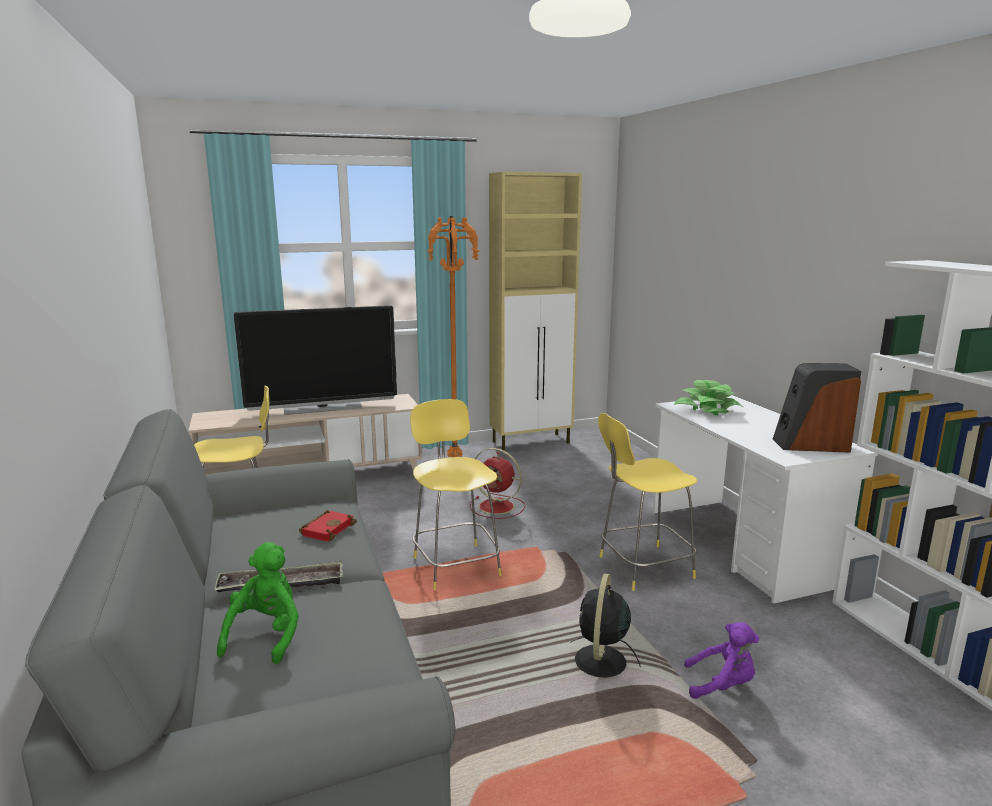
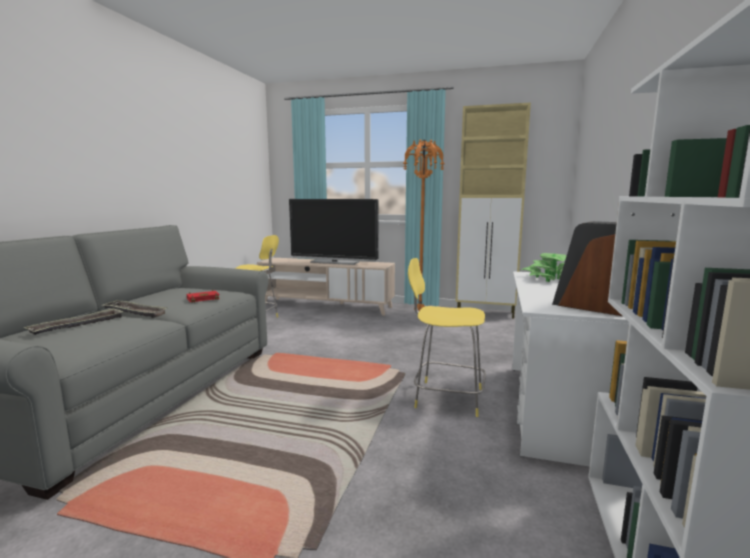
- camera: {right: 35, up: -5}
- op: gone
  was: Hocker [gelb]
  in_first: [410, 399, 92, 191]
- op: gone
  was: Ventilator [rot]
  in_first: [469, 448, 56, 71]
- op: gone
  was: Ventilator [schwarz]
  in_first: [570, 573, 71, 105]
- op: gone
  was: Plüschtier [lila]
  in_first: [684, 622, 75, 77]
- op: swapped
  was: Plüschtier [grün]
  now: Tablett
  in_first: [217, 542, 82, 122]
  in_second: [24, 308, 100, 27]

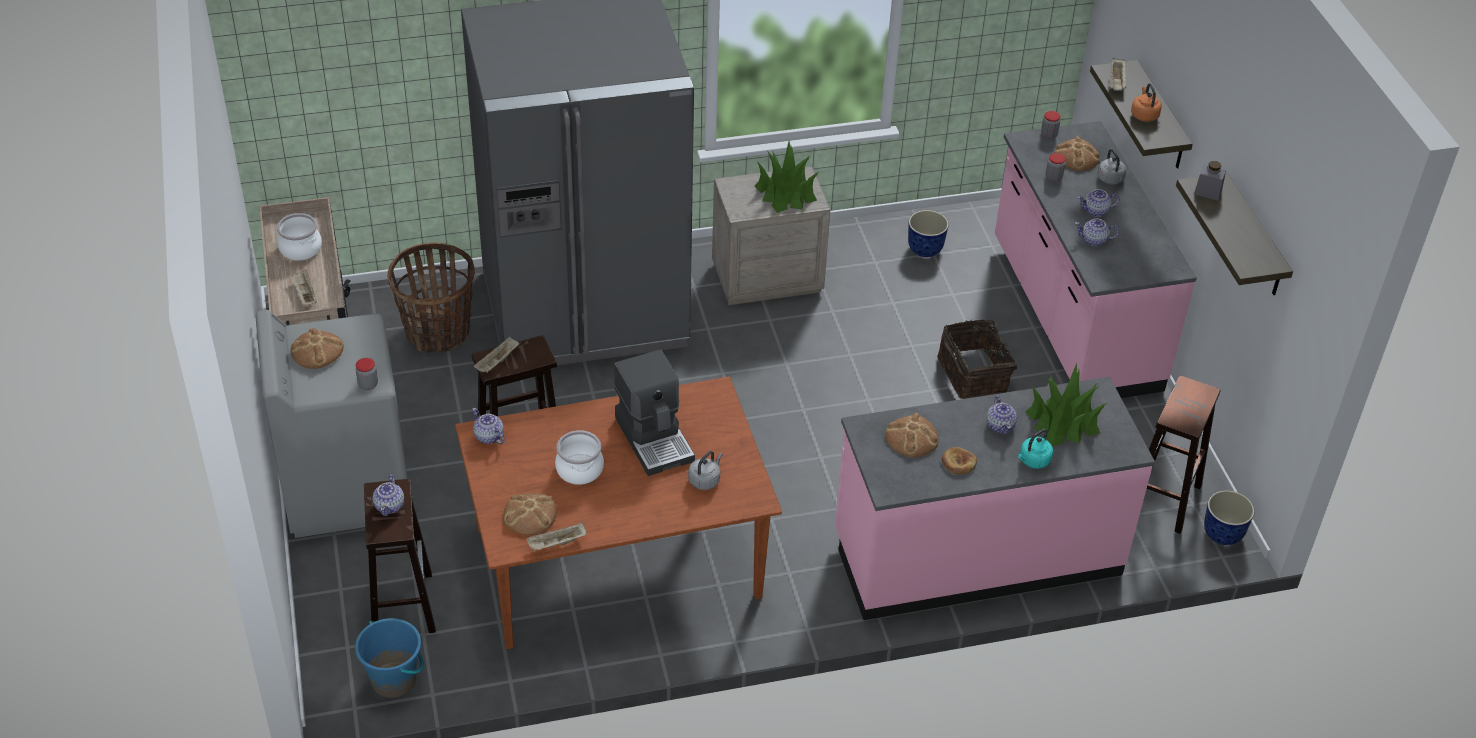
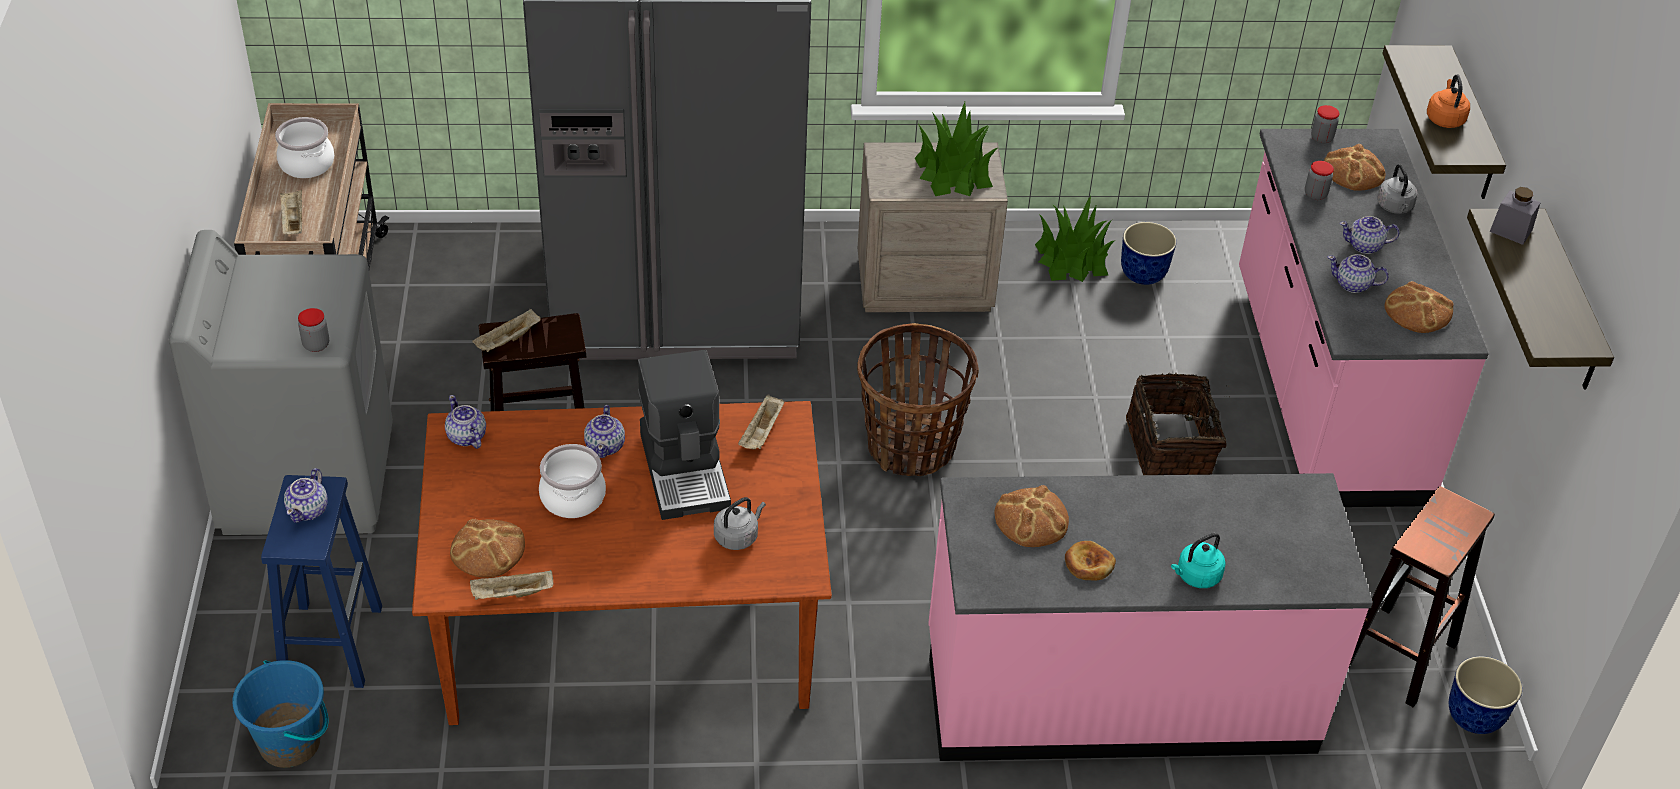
- camera: {right: 10, up: 0}
- op: shifted
  was: Brot
  in_first: [291, 328, 53, 41]
  in_second: [1384, 281, 69, 52]
- op: shifted
  was: Korb
  in_first: [387, 242, 88, 111]
  in_second: [857, 323, 122, 153]
- op: shifted
  was: Teekanne
  in_first: [987, 395, 30, 40]
  in_second: [584, 405, 41, 53]
- op: shifted
  was: Topfpflanze
  in_first: [1025, 363, 82, 84]
  in_second: [1035, 196, 81, 86]
- op: shifted
  was: Tablett [beige]
  in_first: [1110, 58, 16, 32]
  in_second: [738, 394, 46, 55]
- op: repainted
  was: Hocker [braun]
  now: Hocker [blau]
  in_first: [364, 479, 72, 154]
  in_second: [261, 475, 121, 213]

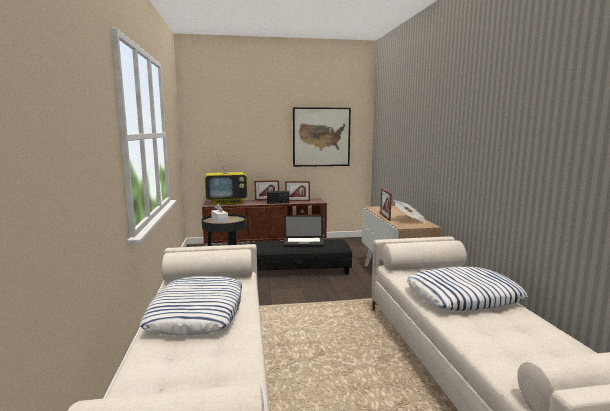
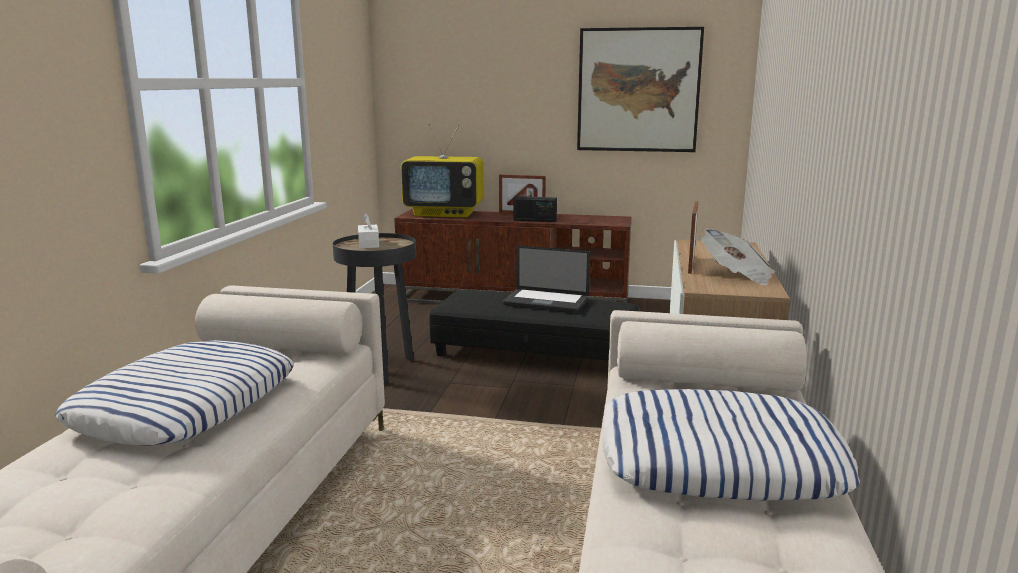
- camera: {right: 20, up: 5}
- op: gone
  was: Bilderrahmen
  in_first: [285, 181, 25, 20]

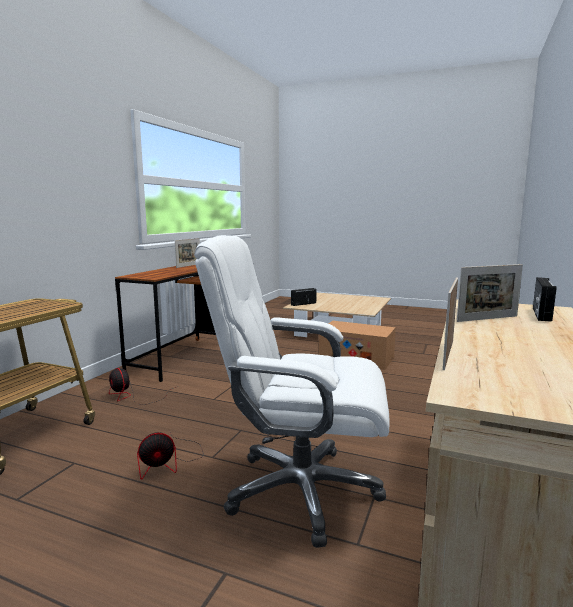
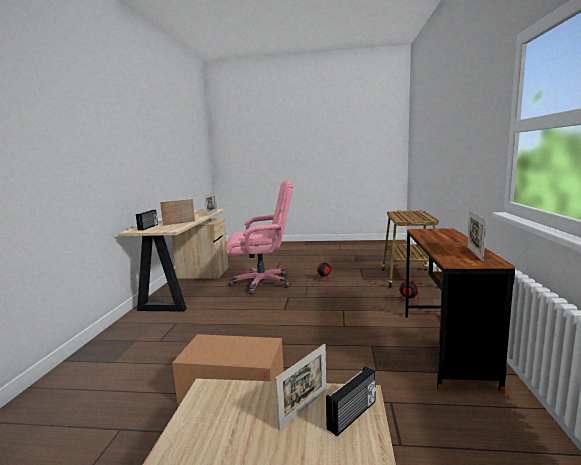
- camera: {right: 165, up: 0}
- op: new
  now: Bilderrahmen
  in_second: [275, 344, 52, 86]
- op: repainted
  was: Bürostuhl [weiß]
  now: Bürostuhl [rosa]
  in_first: [194, 235, 195, 313]
  in_second: [226, 180, 67, 115]

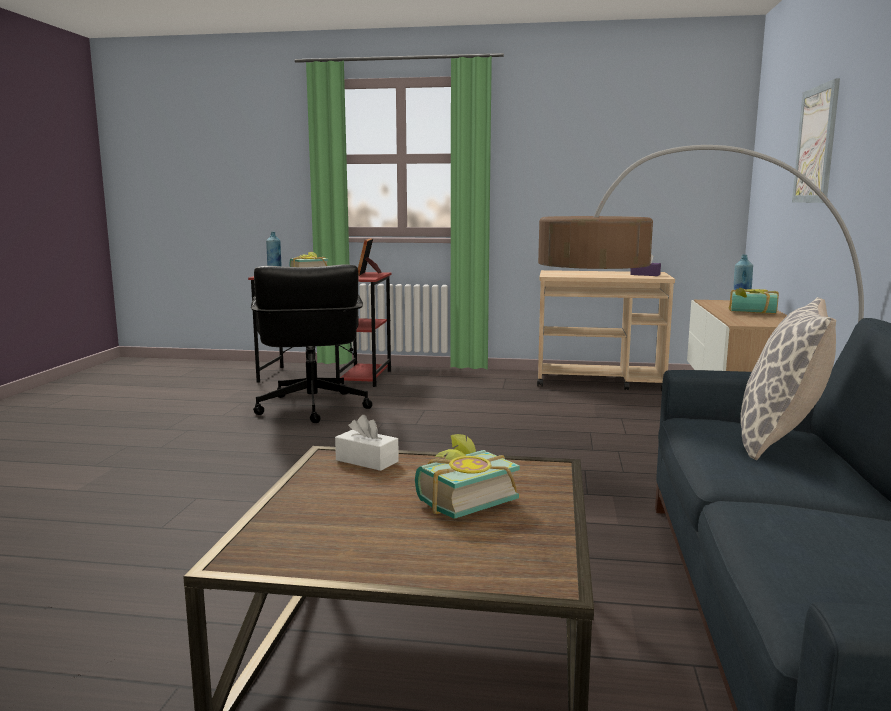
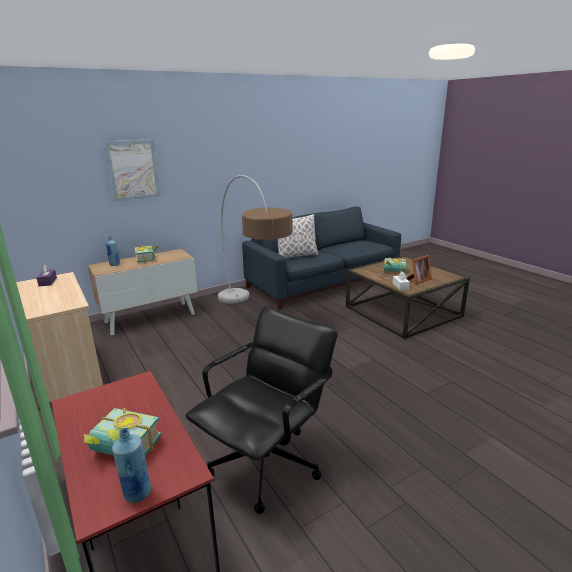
- camera: {right: -130, up: 10}
- op: shifted
  was: Bilderrahmen
  in_first: [358, 238, 24, 38]
  in_second: [407, 255, 25, 30]

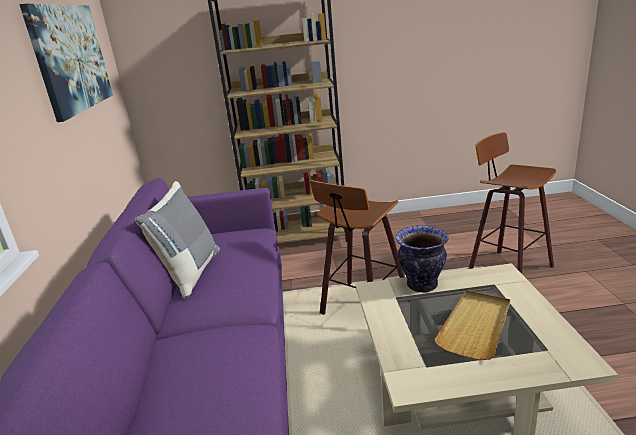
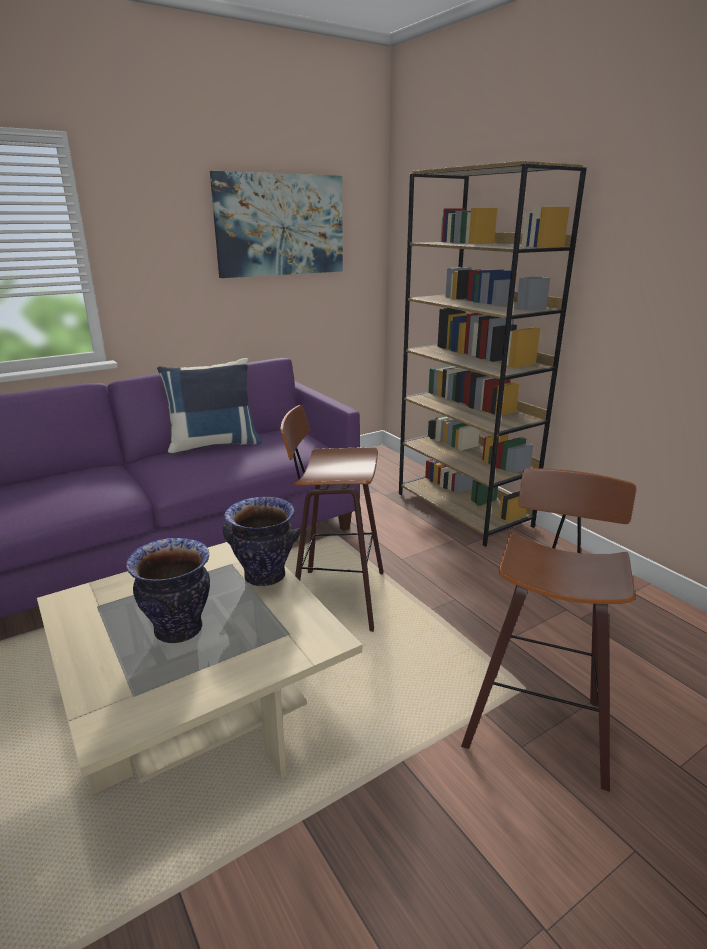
- camera: {right: 60, up: 0}
- op: swapped
  was: Tablett [beige]
  now: Vase
  in_first: [434, 290, 76, 70]
  in_second: [126, 538, 84, 105]
- op: repainted
  was: Kissen [grau]
  now: Kissen [blau]
  in_first: [135, 181, 85, 118]
  in_second: [157, 358, 105, 97]

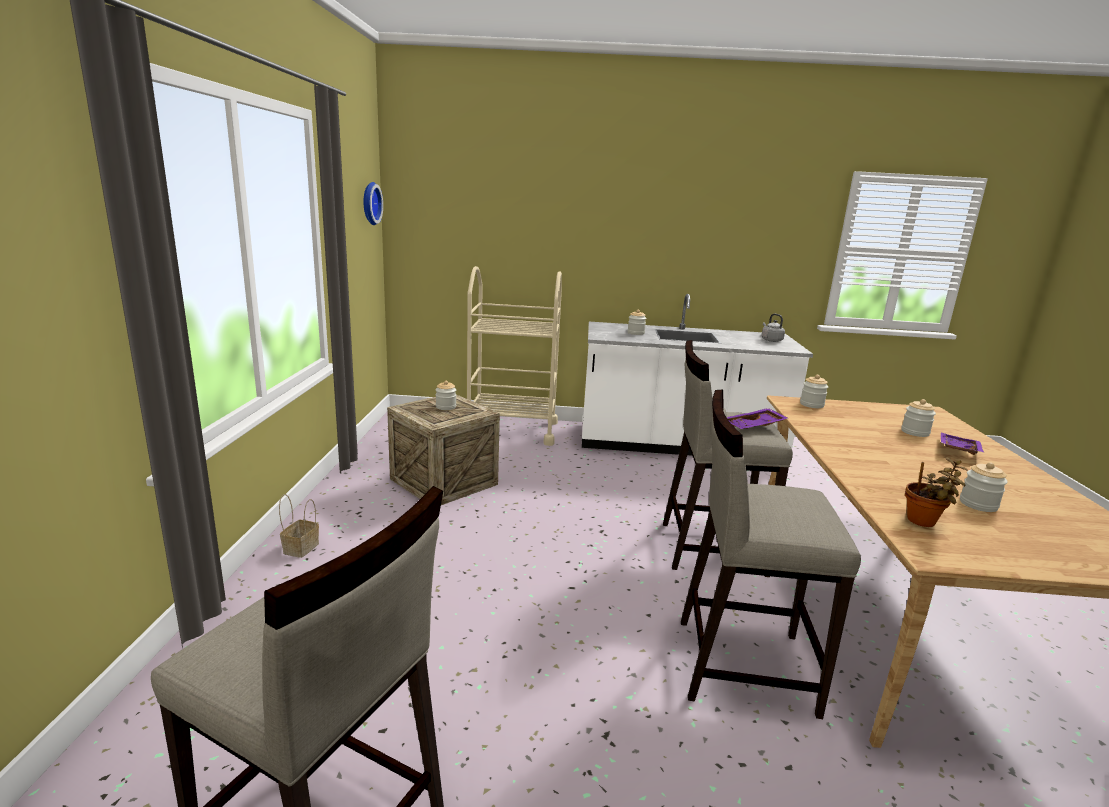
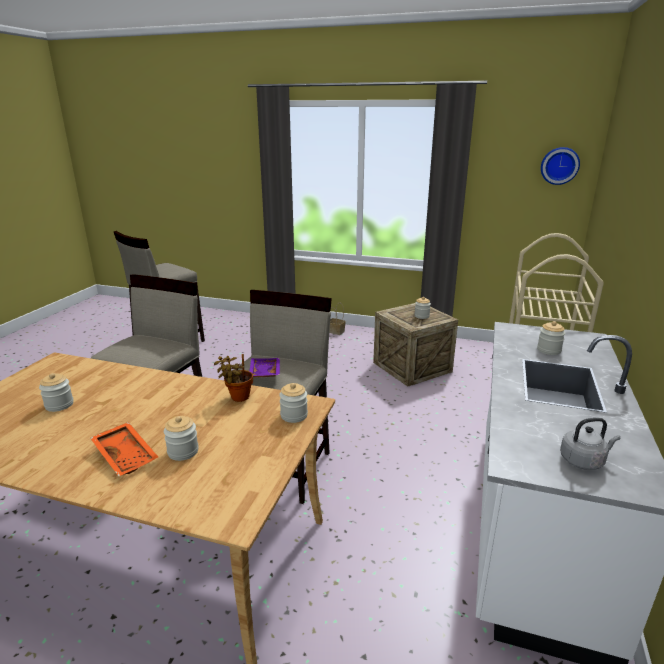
- camera: {right: 105, up: 5}
- op: shifted
  was: Topfpflanze
  in_first: [905, 457, 63, 70]
  in_second: [214, 354, 39, 48]
- op: repainted
  was: Tablett [lila]
  now: Tablett [orange]
  in_first: [941, 433, 43, 22]
  in_second: [90, 422, 68, 55]

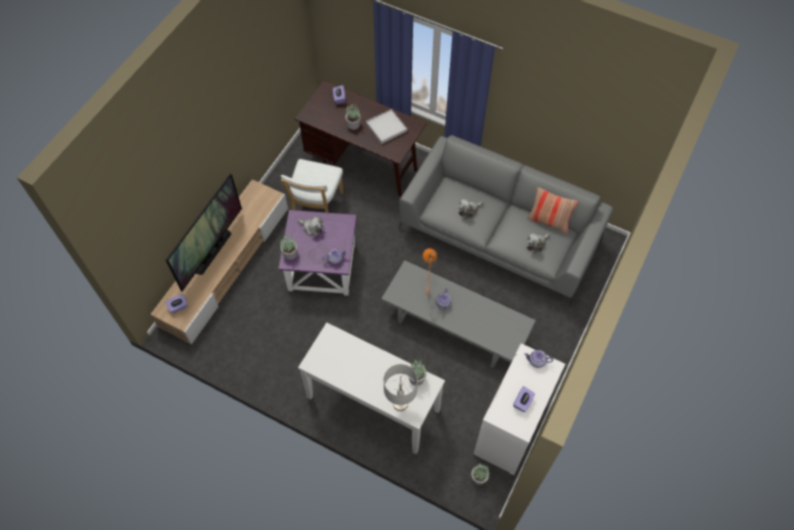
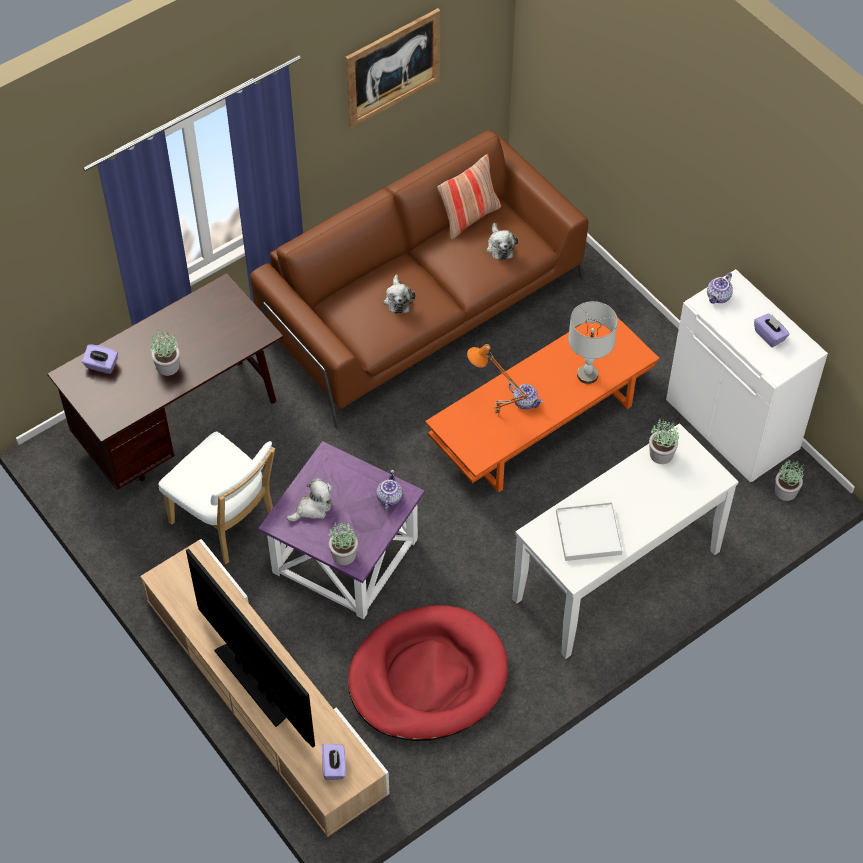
- camera: {right: -65, up: -5}
- op: new
  now: Bild
  in_second: [346, 8, 94, 121]
- op: new
  now: Hundebett [rot]
  in_second: [348, 605, 160, 136]
- op: shifted
  was: Tablett [weiß]
  in_first: [366, 109, 41, 35]
  in_second: [556, 502, 67, 59]
- op: shifted
  was: Tischlampe [grau]
  in_first: [384, 364, 34, 47]
  in_second: [568, 301, 50, 83]
- op: repainted
  was: Couchtisch [grau]
  now: Couchtisch [orange]
  in_first: [381, 260, 155, 108]
  in_second: [425, 317, 234, 176]
- op: repainted
  was: Sofa [grau]
  now: Sofa [braun]
  in_first: [398, 135, 215, 173]
  in_second: [250, 130, 338, 299]

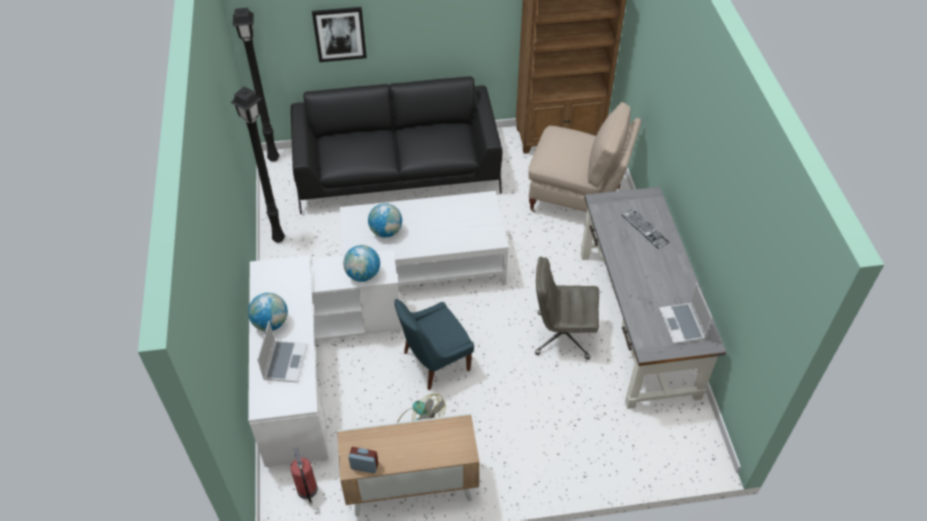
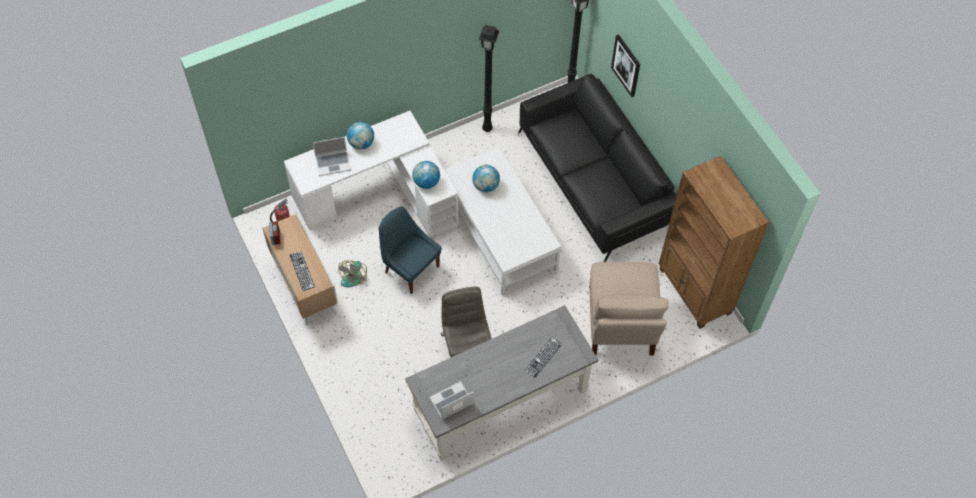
- camera: {right: 70, up: 10}
- op: new
  now: Tastatur
  in_second: [290, 251, 25, 40]

